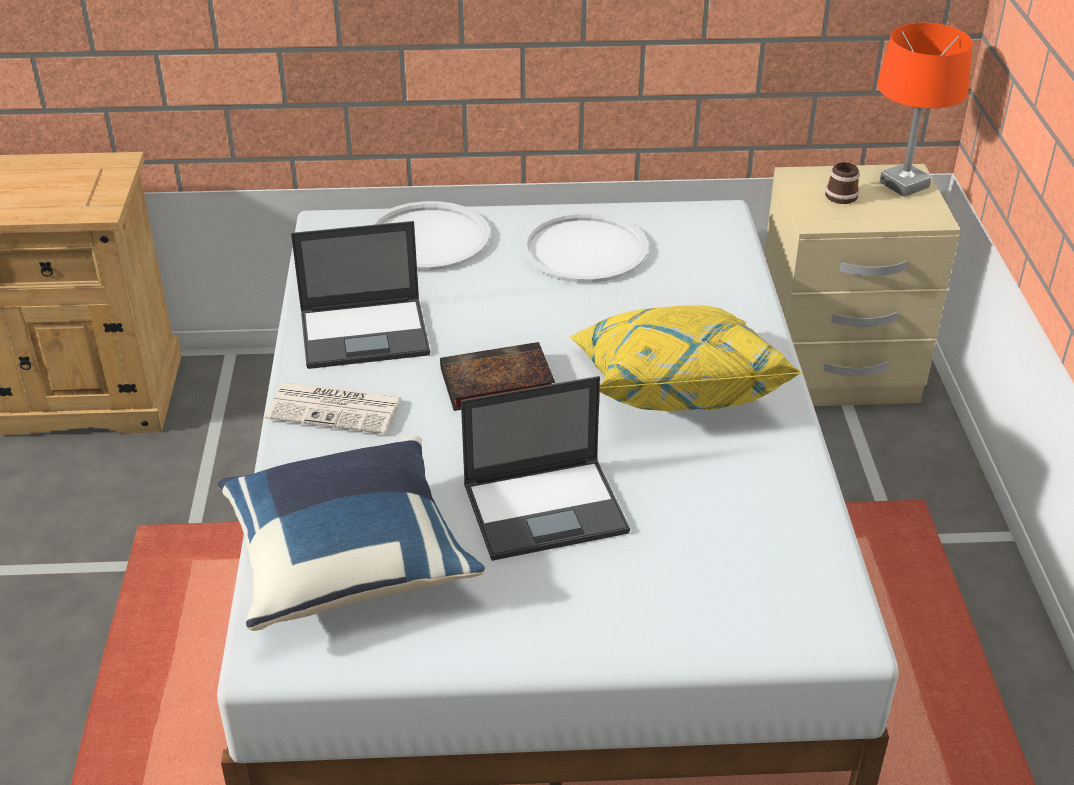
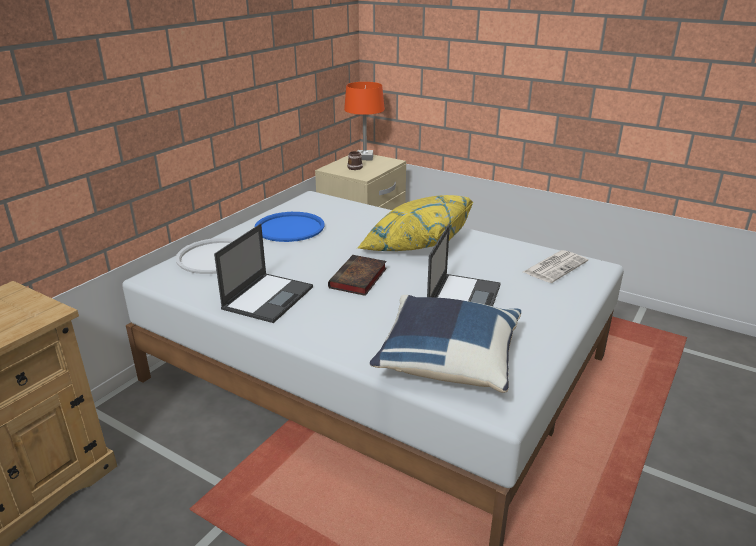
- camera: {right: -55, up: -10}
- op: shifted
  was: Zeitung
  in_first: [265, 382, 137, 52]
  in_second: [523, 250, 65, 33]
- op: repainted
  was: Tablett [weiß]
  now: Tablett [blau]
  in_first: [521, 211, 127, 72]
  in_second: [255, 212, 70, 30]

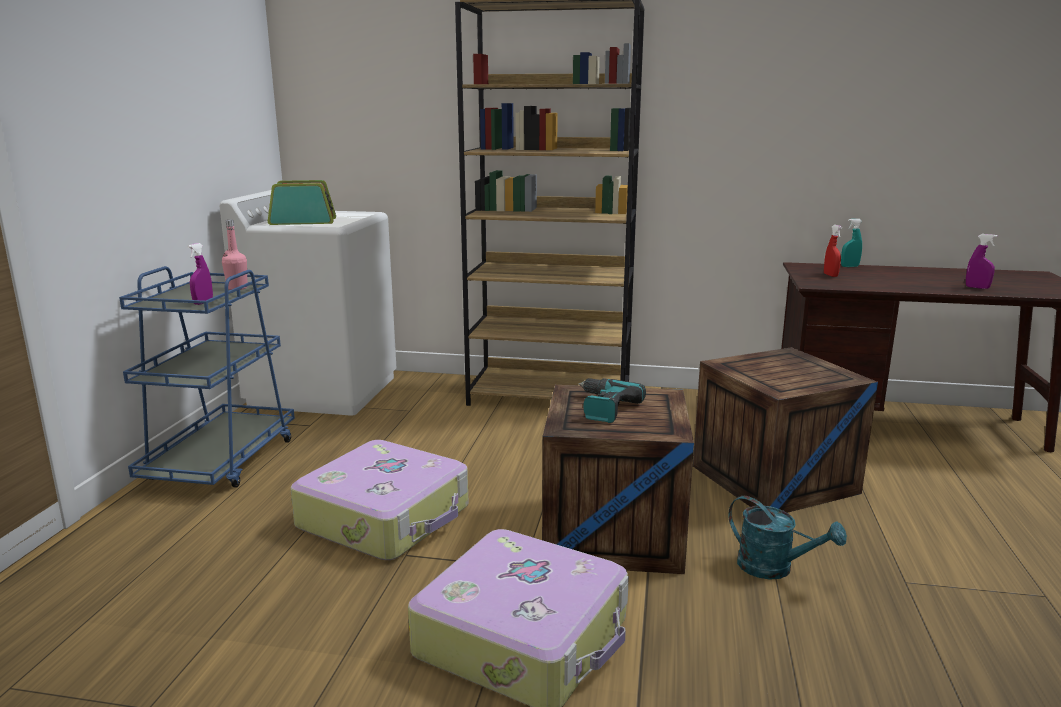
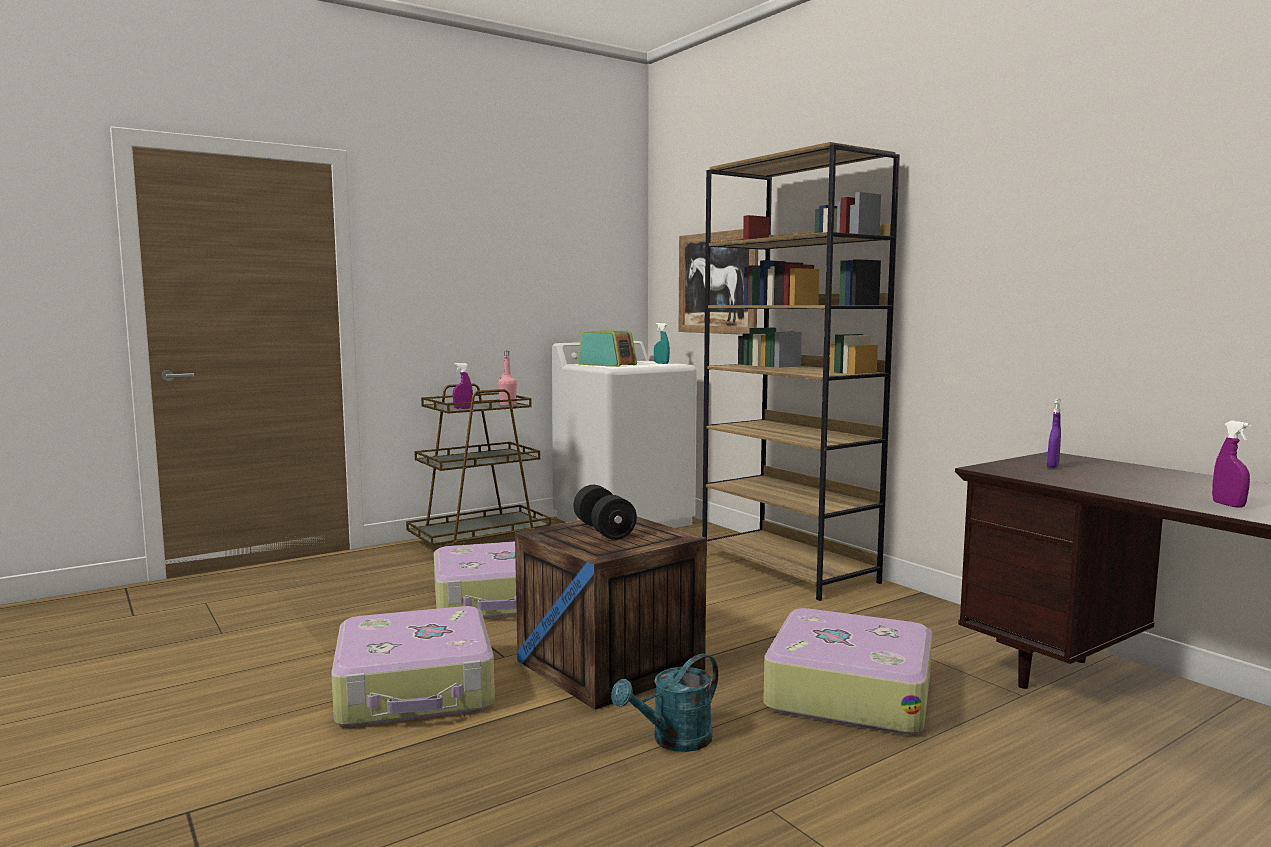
- camera: {right: 45, up: -10}
- op: new
  now: Bild
  in_second: [679, 229, 79, 106]
- op: shifted
  was: Sprühflasche [türkis]
  in_first: [841, 219, 21, 48]
  in_second: [654, 323, 16, 41]
- op: swapped
  was: Bohrmaschine
  now: Hantel [schwarz]
  in_first: [578, 378, 68, 45]
  in_second: [574, 485, 63, 55]
- op: swapped
  was: Kiste
  now: Koffer
  in_first: [693, 347, 185, 166]
  in_second: [763, 608, 169, 127]
- op: repainted
  was: Rollwagen [blau]
  now: Rollwagen [braun]
  in_first: [119, 266, 176, 222]
  in_second: [406, 384, 145, 162]
- op: repainted
  was: Sprühflasche [rot]
  now: Sprühflasche [lila]
  in_first: [824, 225, 18, 52]
  in_second: [1047, 398, 14, 70]
- op: rotated
  was: Gießkanne [türkis]
  in_first: [728, 496, 119, 84]
  in_second: [611, 653, 107, 99]
  clockwise: 60

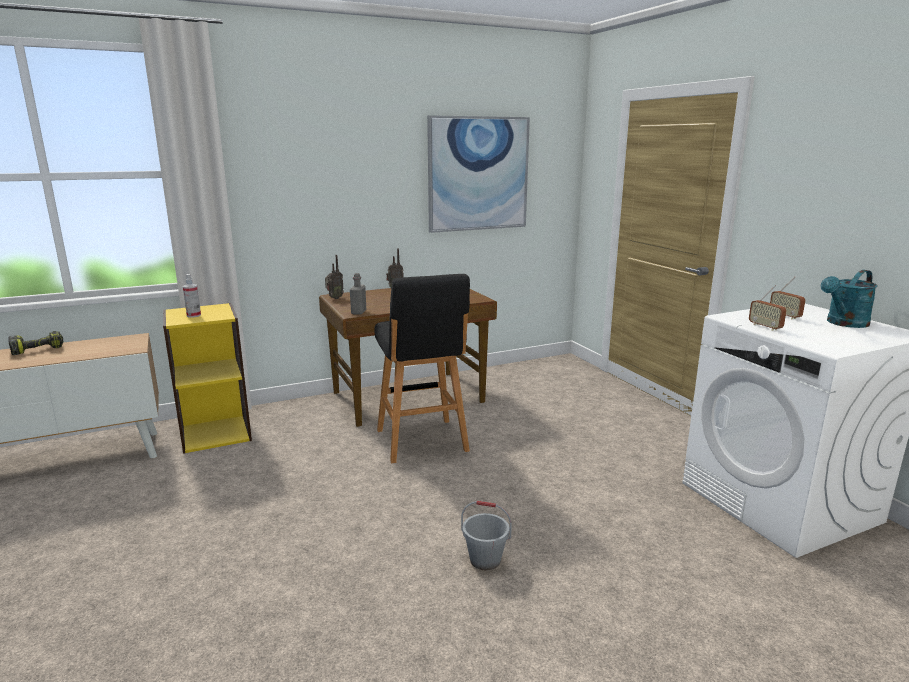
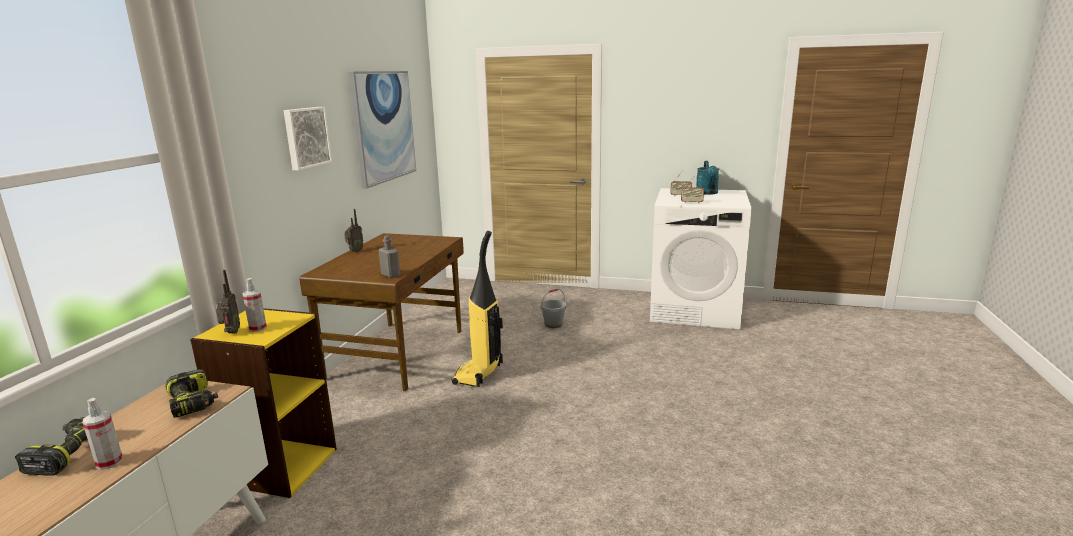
- camera: {right: -50, up: 0}
- op: new
  now: Sprühflasche
  in_second: [82, 398, 41, 72]
- op: new
  now: Bohrmaschine
  in_second: [165, 369, 53, 49]
- op: new
  now: Bild
  in_second: [284, 107, 48, 64]
- op: shifted
  was: Radio
  in_first: [325, 255, 19, 44]
  in_second: [216, 270, 24, 64]
- op: shifted
  was: Eimer [grau]
  in_first: [461, 501, 51, 69]
  in_second: [540, 288, 26, 40]
- op: swapped
  was: Hocker [schwarz]
  now: Staubsauger
  in_first: [374, 274, 96, 189]
  in_second: [452, 231, 51, 156]

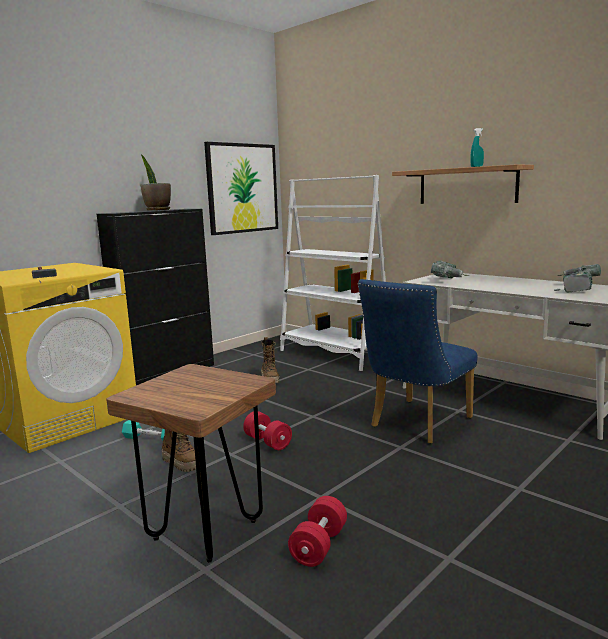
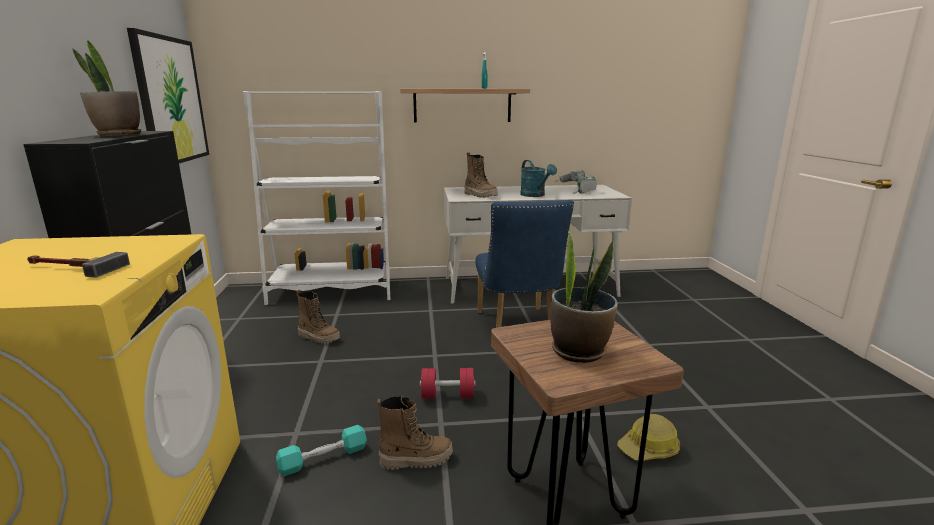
- camera: {right: -50, up: 5}
- op: new
  now: Gießkanne [türkis]
  in_second: [520, 160, 37, 37]
- op: new
  now: Topfpflanze
  in_second: [550, 230, 68, 133]
- op: swapped
  was: Hantel [rot]
  now: Schutzhelm
  in_first: [288, 496, 59, 71]
  in_second: [617, 414, 63, 47]
- op: swapped
  was: Bohrmaschine
  now: Stiefel
  in_first: [431, 260, 38, 18]
  in_second: [464, 152, 34, 46]

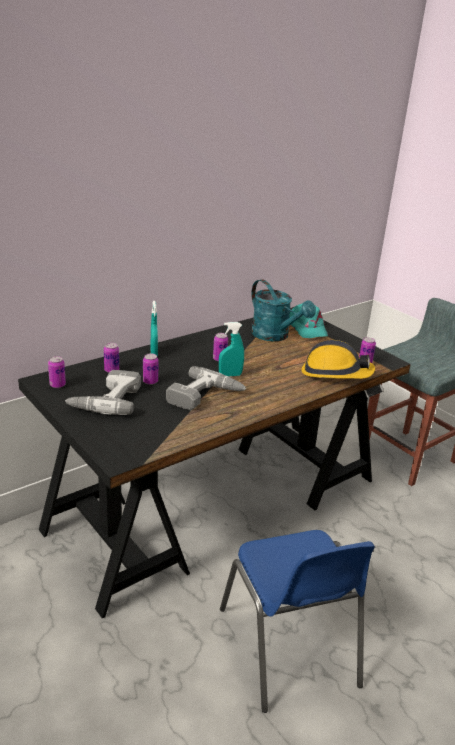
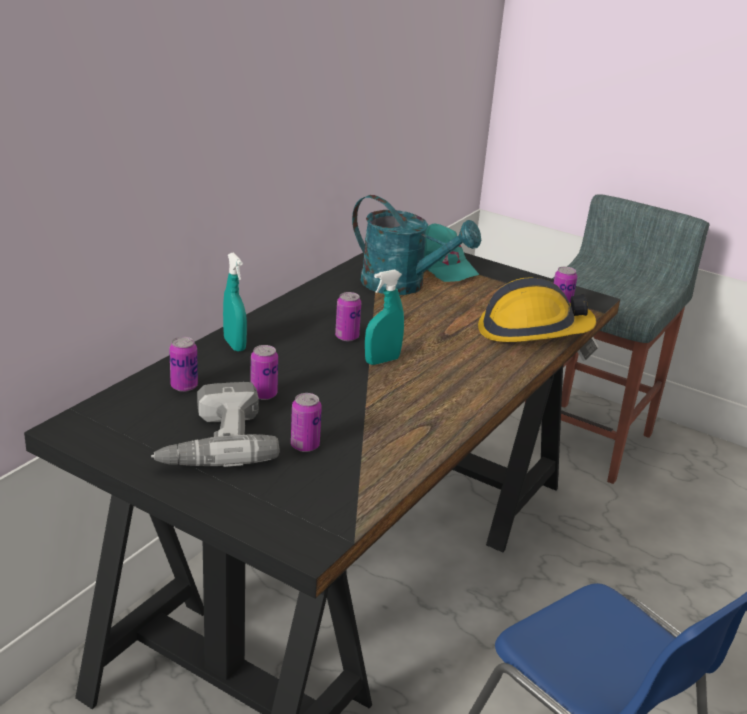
- camera: {right: -20, up: 0}
- op: gone
  was: Bohrmaschine
  in_first: [166, 366, 80, 44]
- op: shifted
  was: Dose
  in_first: [48, 356, 18, 32]
  in_second: [291, 393, 31, 59]

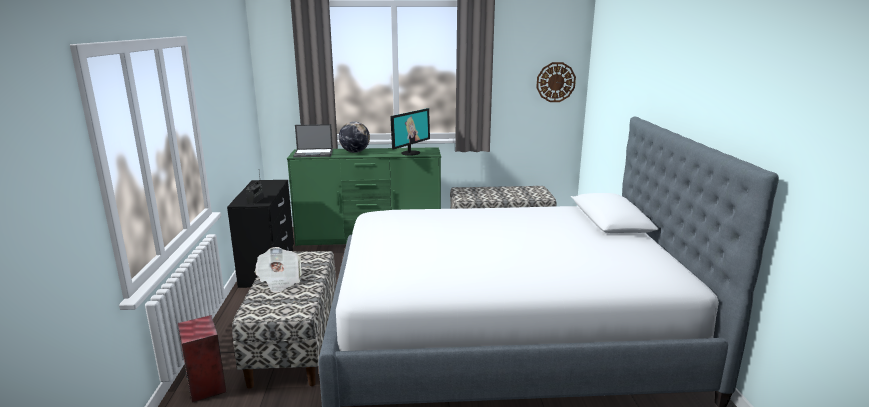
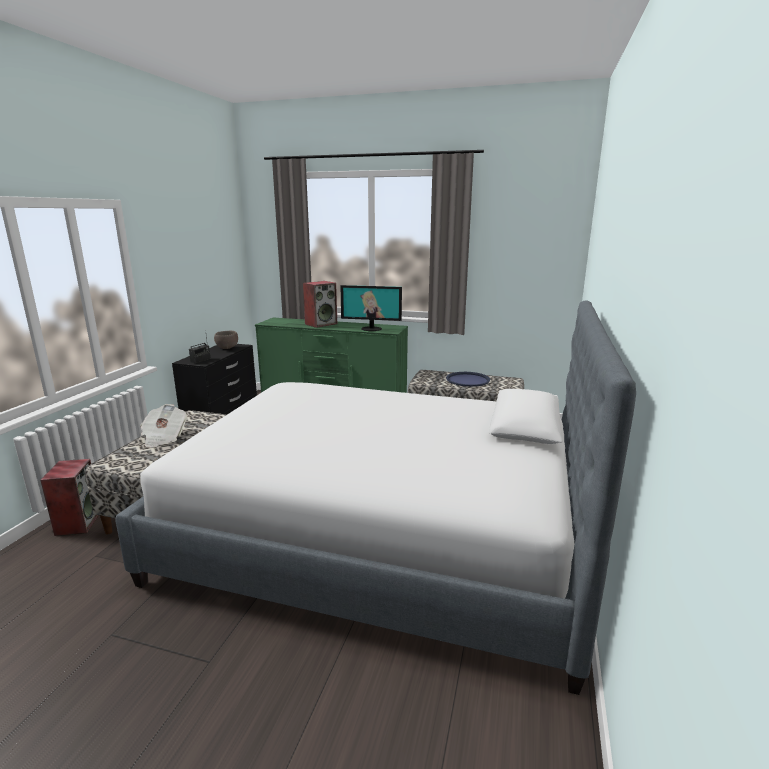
- camera: {right: 20, up: 0}
- op: gone
  was: Laptop
  in_first: [293, 124, 40, 34]
- op: gone
  was: Wanduhr
  in_first: [536, 62, 40, 40]
- op: new
  now: Schüssel [braun]
  in_second: [214, 331, 24, 18]
- op: new
  now: Tablett [blau]
  in_second: [446, 372, 44, 15]
- op: swapped
  was: Globus
  now: Lautsprecher
  in_first: [339, 122, 31, 31]
  in_second: [303, 281, 34, 47]
- op: rotated
  was: Monitor
  in_first: [390, 108, 40, 48]
  in_second: [340, 285, 62, 46]
  clockwise: 45

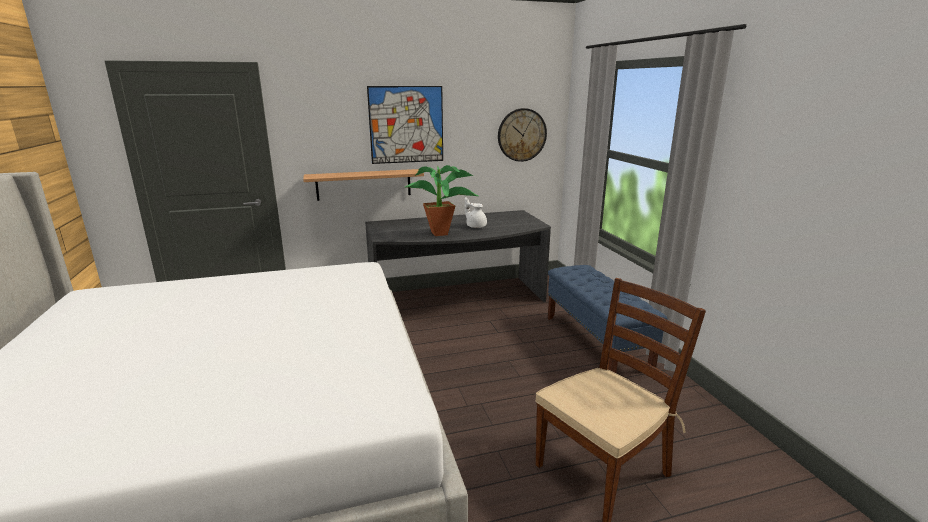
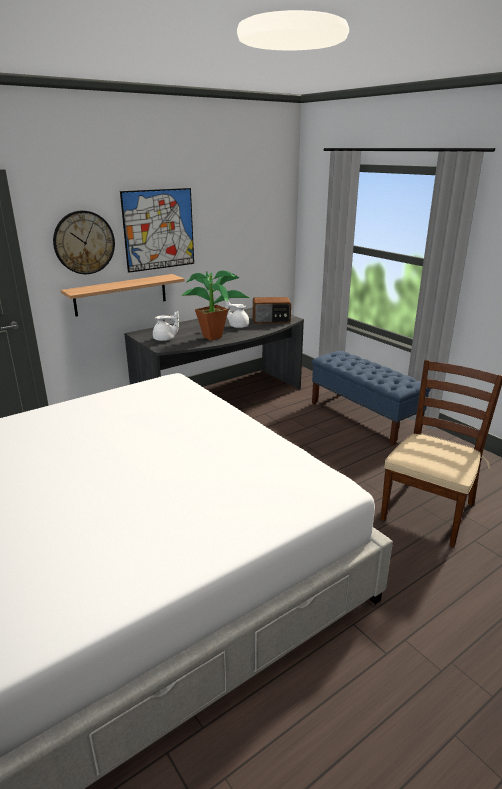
- camera: {right: -20, up: 5}
- op: new
  now: Teekanne [weiß]
  in_second: [153, 311, 26, 30]
- op: new
  now: Radio
  in_second: [253, 297, 38, 26]
- op: shifted
  was: Wanduhr
  in_first: [498, 108, 49, 54]
  in_second: [53, 211, 62, 63]

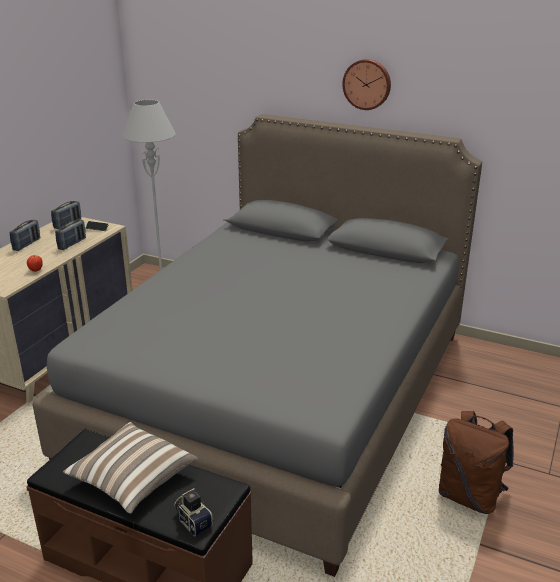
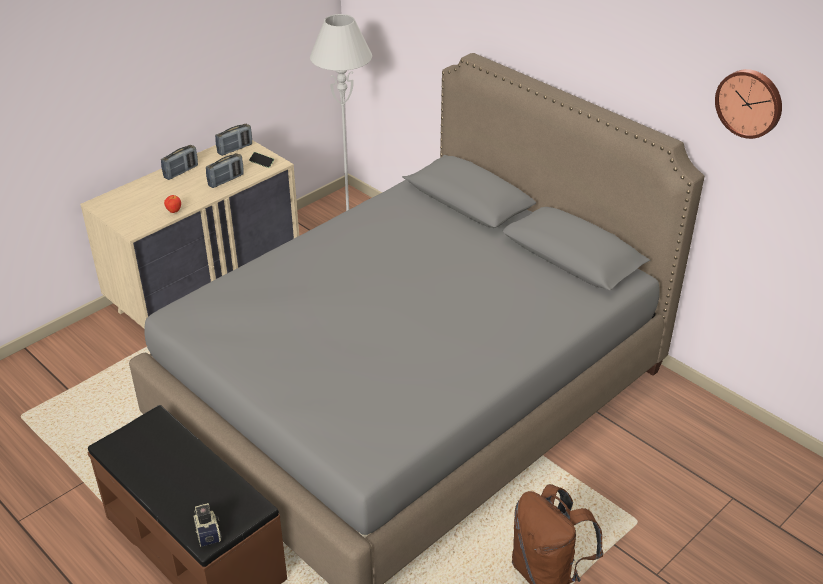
- camera: {right: 20, up: 10}
- op: gone
  was: Kissen
  in_first: [63, 422, 135, 92]
- op: shifted
  was: Wanduhr
  in_first: [342, 59, 49, 51]
  in_second: [715, 69, 67, 70]

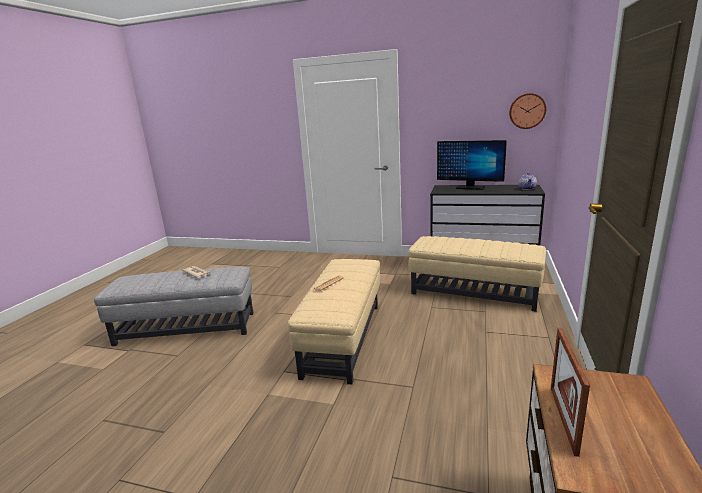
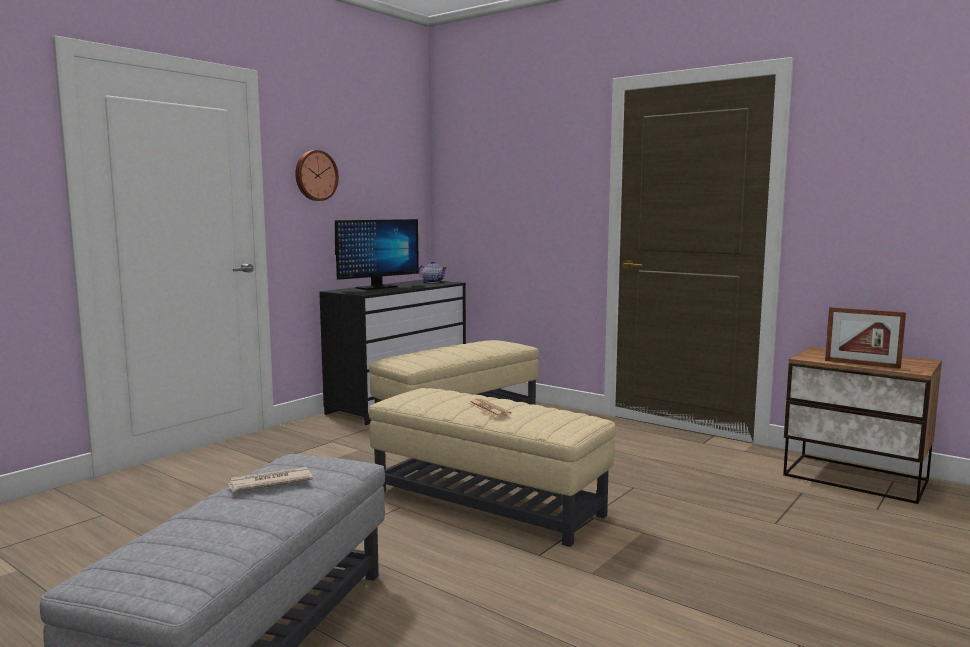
- camera: {right: -70, up: -10}
- op: shifted
  was: Wanduhr
  in_first: [509, 93, 37, 36]
  in_second: [295, 150, 44, 51]

